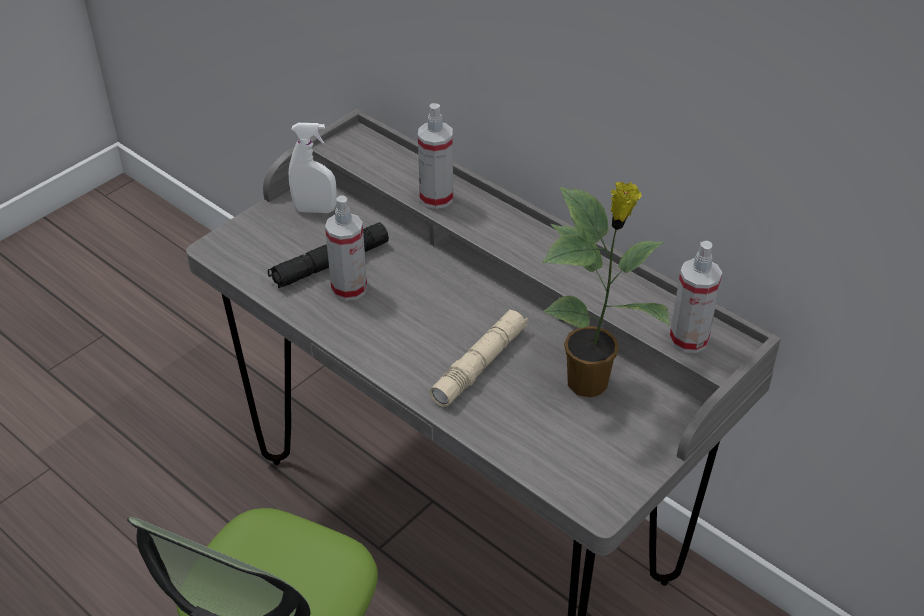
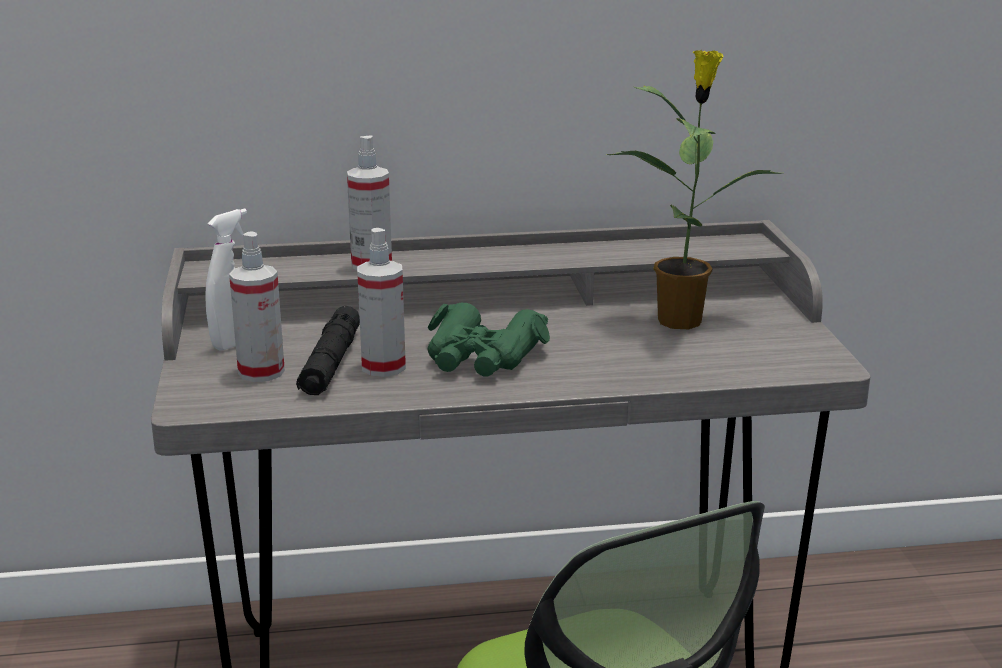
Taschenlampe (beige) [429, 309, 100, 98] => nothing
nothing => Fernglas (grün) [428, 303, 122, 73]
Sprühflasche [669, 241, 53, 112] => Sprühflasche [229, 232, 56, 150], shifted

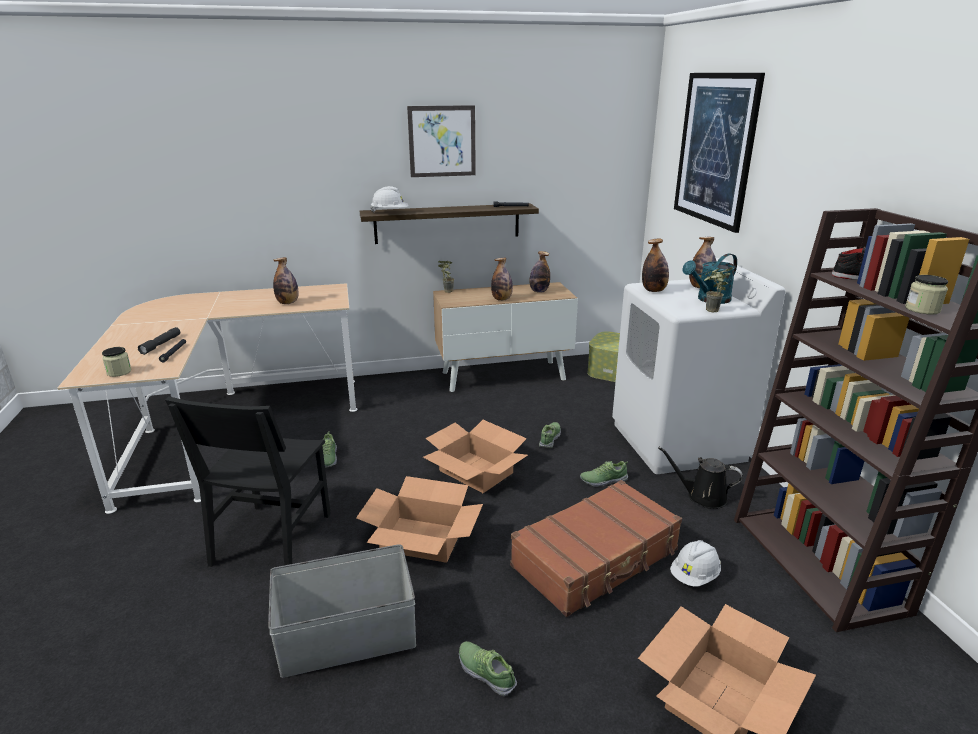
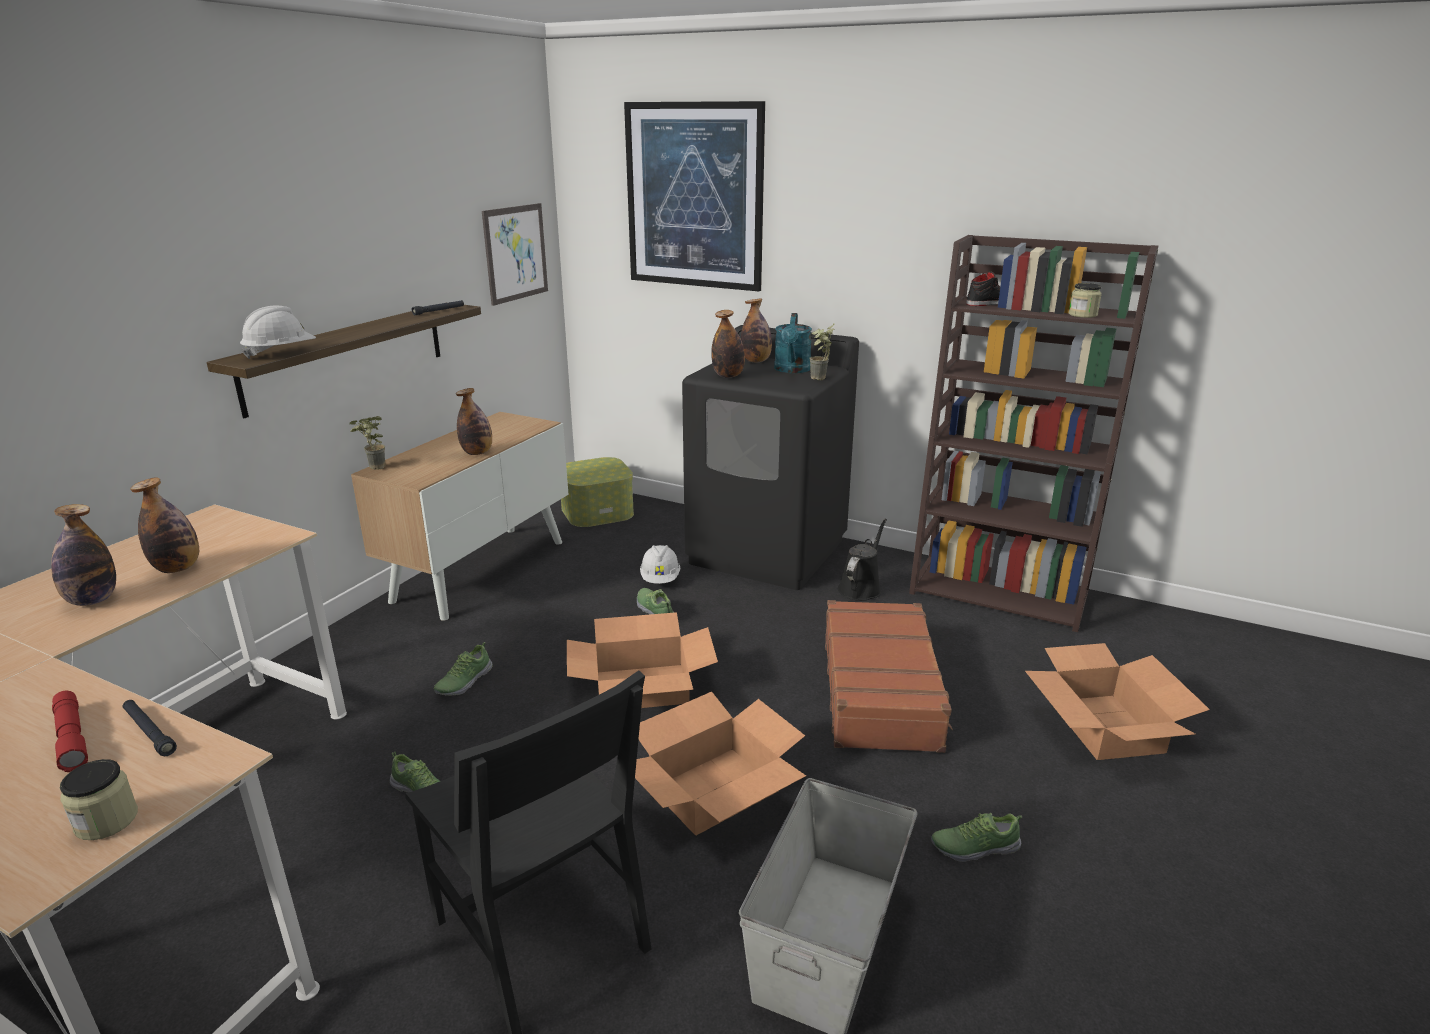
Bild [407, 105, 69, 72] => Bild [482, 203, 66, 103], shifted
Flasche [530, 251, 20, 42] => Flasche [51, 504, 65, 102], shifted
Schuh [580, 461, 48, 26] => Schuh [434, 642, 59, 54], shifted
Schutzhelm (weiß) [670, 540, 51, 46] => Schutzhelm (weiß) [640, 545, 41, 39], shifted
Taschenlampe (grau) [138, 327, 42, 28] => Taschenlampe (rot) [52, 691, 36, 81]
Waschmaschine (weiß) [612, 258, 174, 216] => Waschmaschine (schwarz) [682, 325, 177, 265]
Gießkanne (schwarz) [658, 447, 85, 62] => Gießkanne (schwarz) [838, 519, 49, 82], 150 degrees clockwise

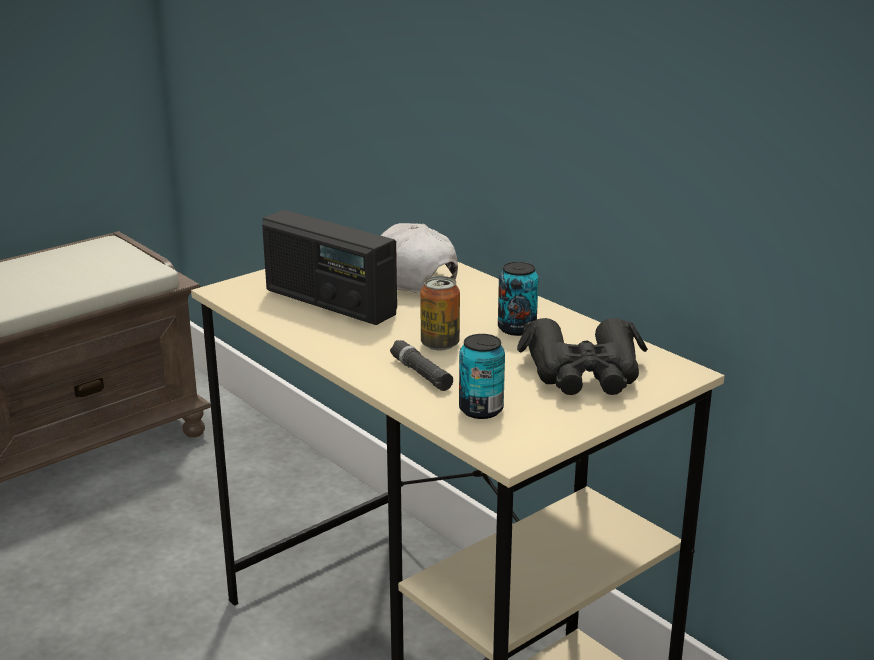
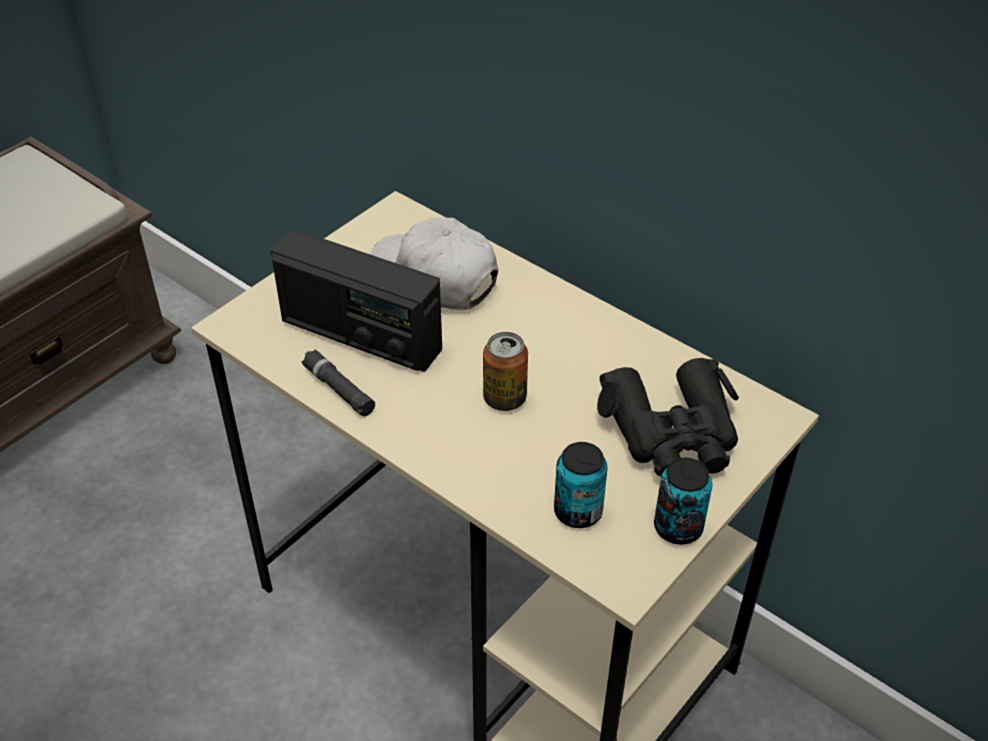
Taschenlampe (schwarz) [390, 340, 63, 51] => Taschenlampe (schwarz) [302, 349, 73, 67], shifted
Dose [498, 262, 41, 74] => Dose [654, 457, 59, 88], shifted

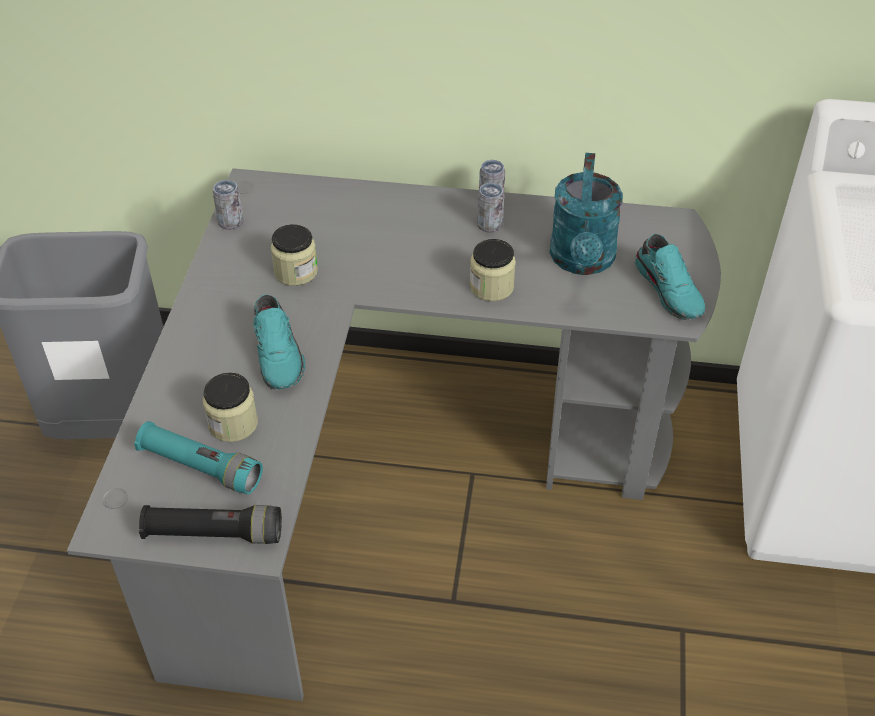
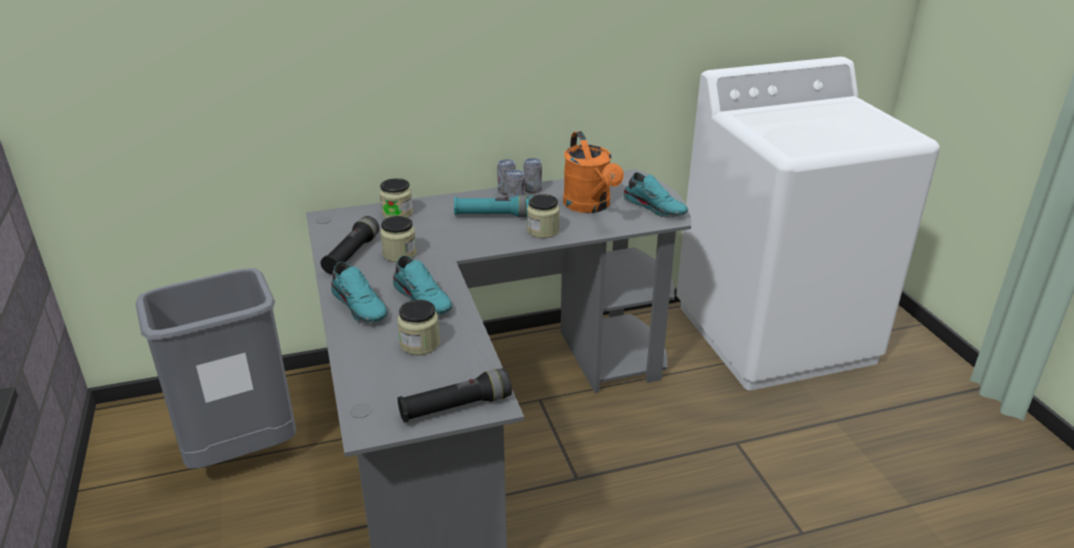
nothing => Taschenlampe (schwarz) [320, 216, 59, 58]
nothing => Schuh (türkis) [331, 262, 57, 62]
nothing => Vorratsglas [380, 178, 33, 40]
Taschenlampe (türkis) [134, 421, 129, 73] => Taschenlampe (türkis) [454, 195, 79, 22], shifted
Dose [213, 180, 31, 50] => Dose [524, 158, 18, 36], shifted
Gießkanne (türkis) [550, 153, 73, 122] => Gießkanne (orange) [563, 131, 61, 82]

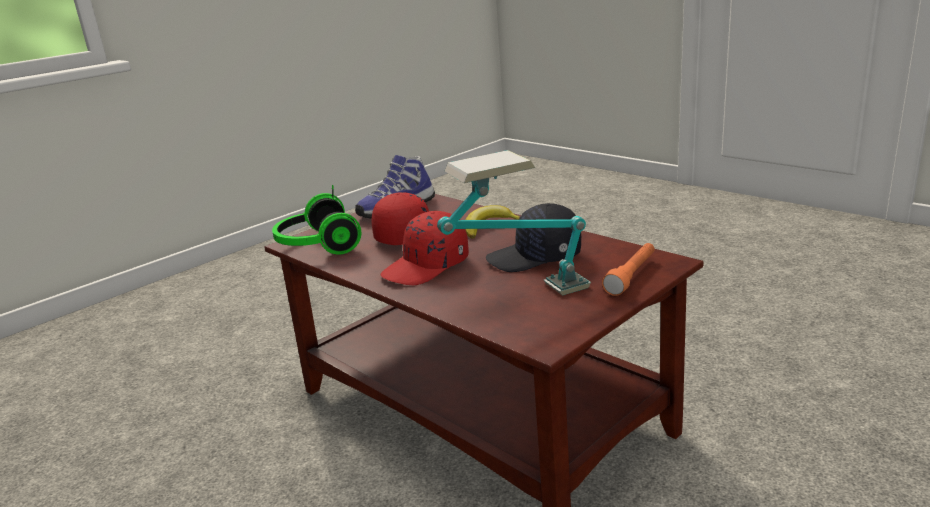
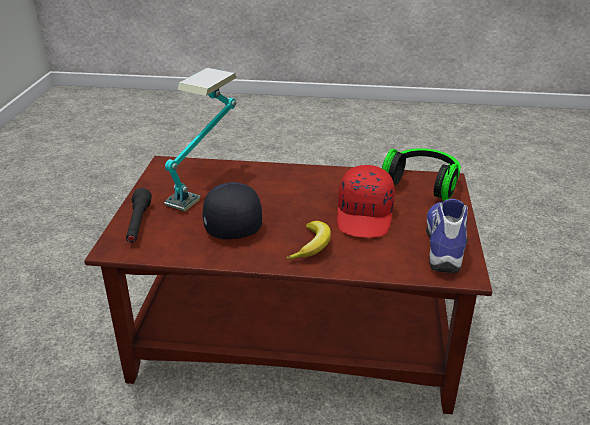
Kappe (rot) [381, 211, 88, 74] => nothing
Taschenlampe (orange) [602, 243, 53, 53] => Taschenlampe (schwarz) [126, 188, 26, 55]
Kappe (schwarz) [486, 203, 95, 69] => Kappe (schwarz) [202, 182, 60, 57], 60 degrees counterclockwise

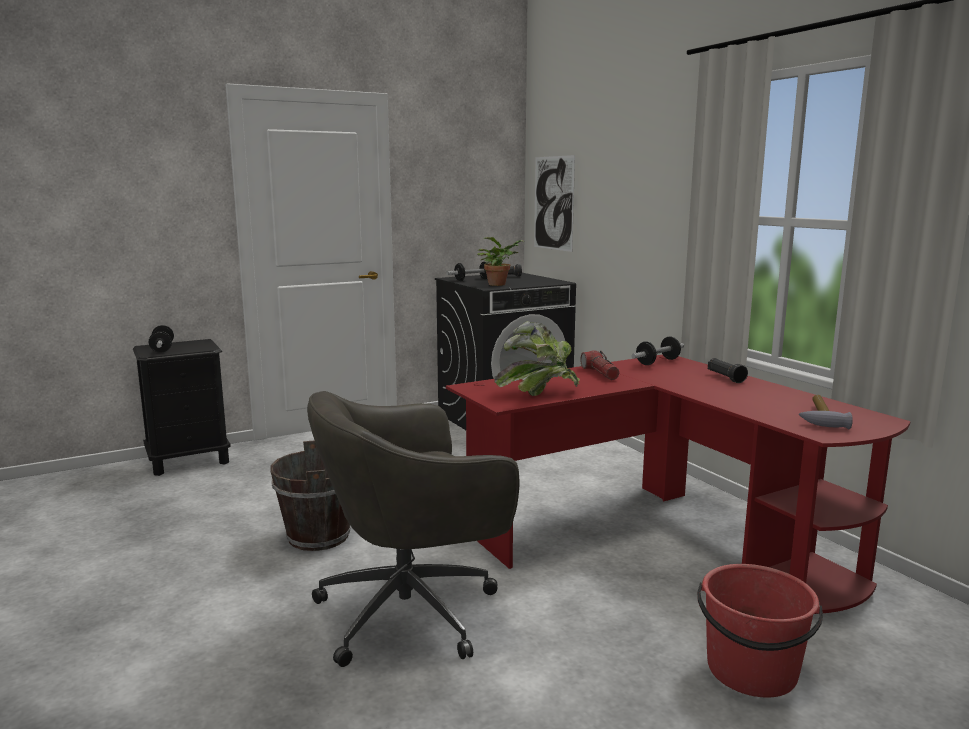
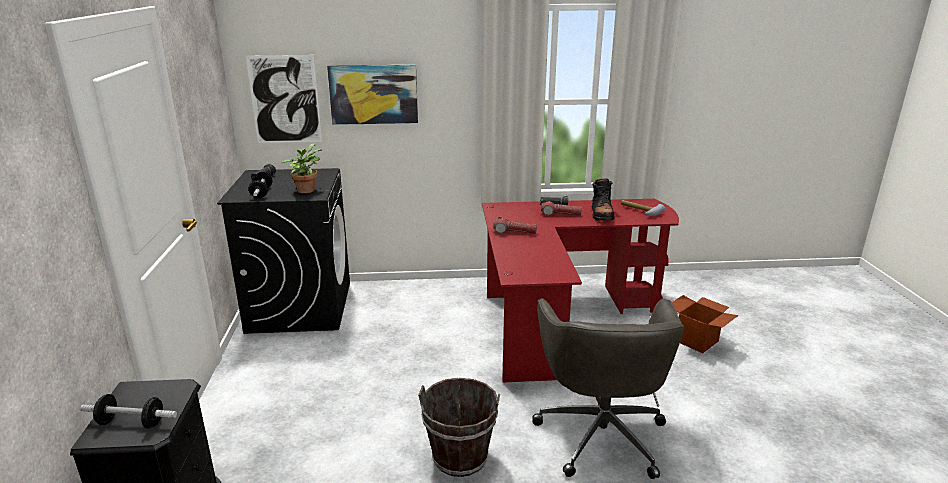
Topfpflanze [494, 321, 86, 75] => nothing
Hantel [631, 337, 53, 28] => nothing
nothing => Bild [327, 65, 91, 60]
nothing => Taschenlampe [541, 200, 41, 16]
nothing => Stiefel (schwarz) [592, 178, 22, 43]
Eimer (rot) [697, 564, 126, 134] => Karton [672, 295, 67, 58]

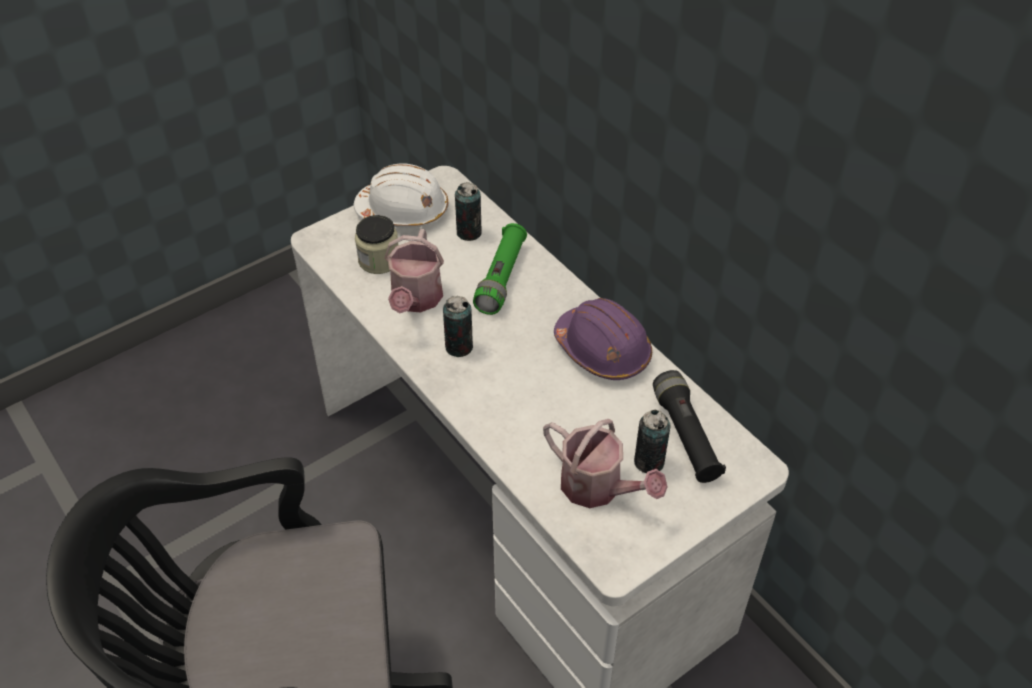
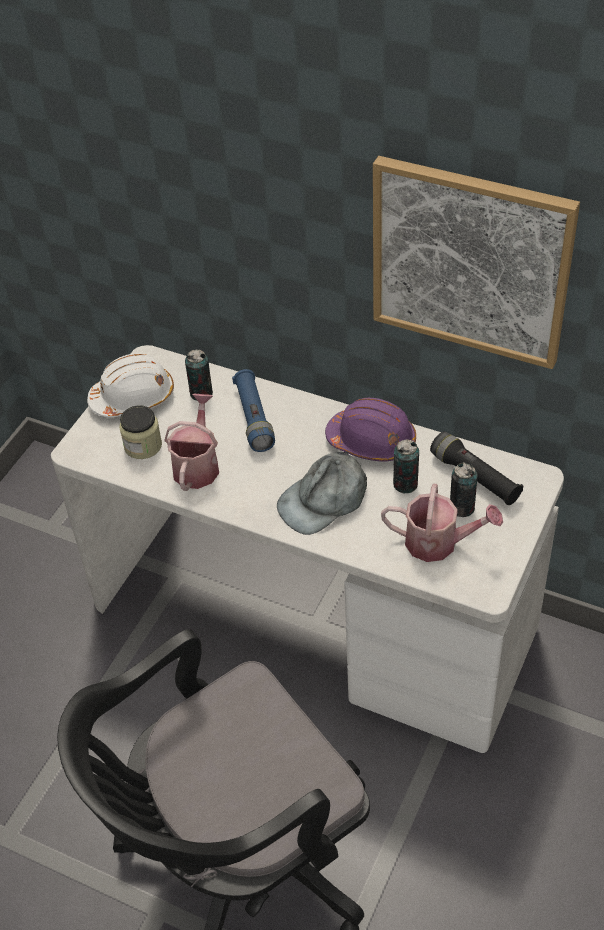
nothing => Kappe (grau) [277, 451, 90, 84]
nothing => Bild [373, 156, 207, 213]
Dose [443, 296, 30, 61] => Dose [393, 439, 26, 54], shifted
Taschenlampe (grün) [473, 223, 54, 92] => Taschenlampe (blau) [232, 369, 43, 83]
Gießkanne [384, 229, 60, 84] => Gießkanne [164, 394, 55, 97], 150 degrees counterclockwise

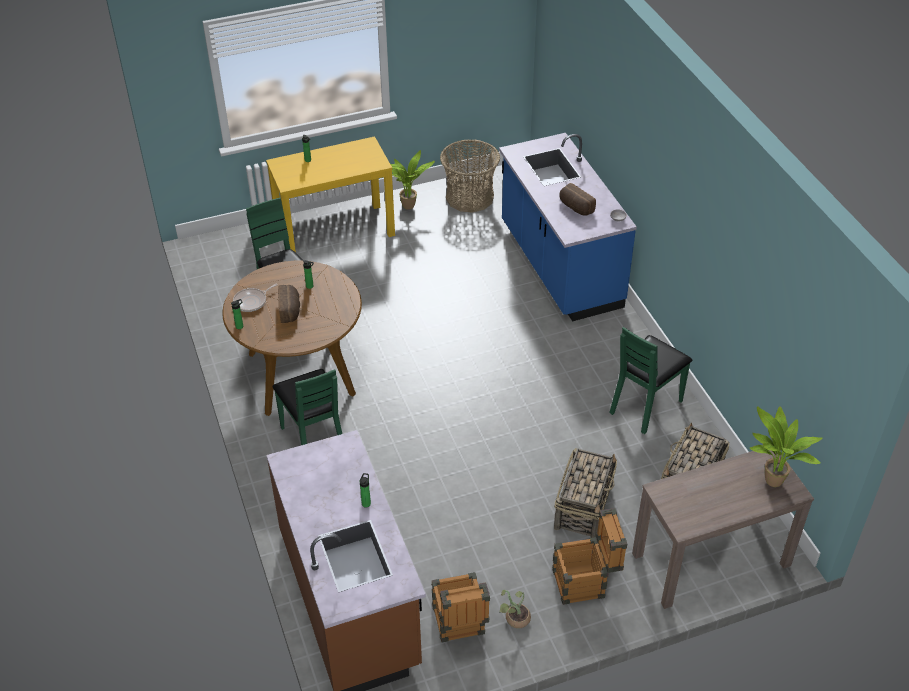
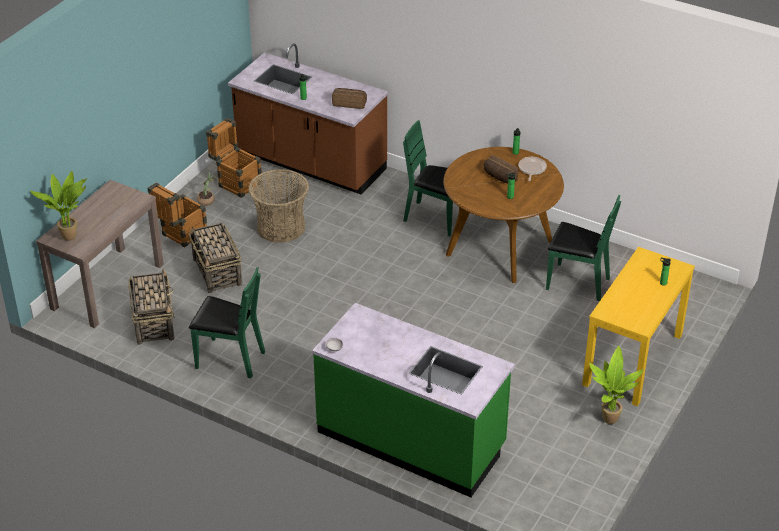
Korb [440, 139, 60, 74] => Korb [248, 169, 61, 73], shifted
Brot [559, 183, 37, 33] => Brot [332, 88, 35, 21], shifted
Küchenzeile (blau) [499, 133, 138, 188] => Küchenzeile (grün) [312, 303, 203, 194]
Stuhl (grün) [609, 327, 84, 107] => Stuhl (grün) [189, 267, 76, 111], 105 degrees clockwise

